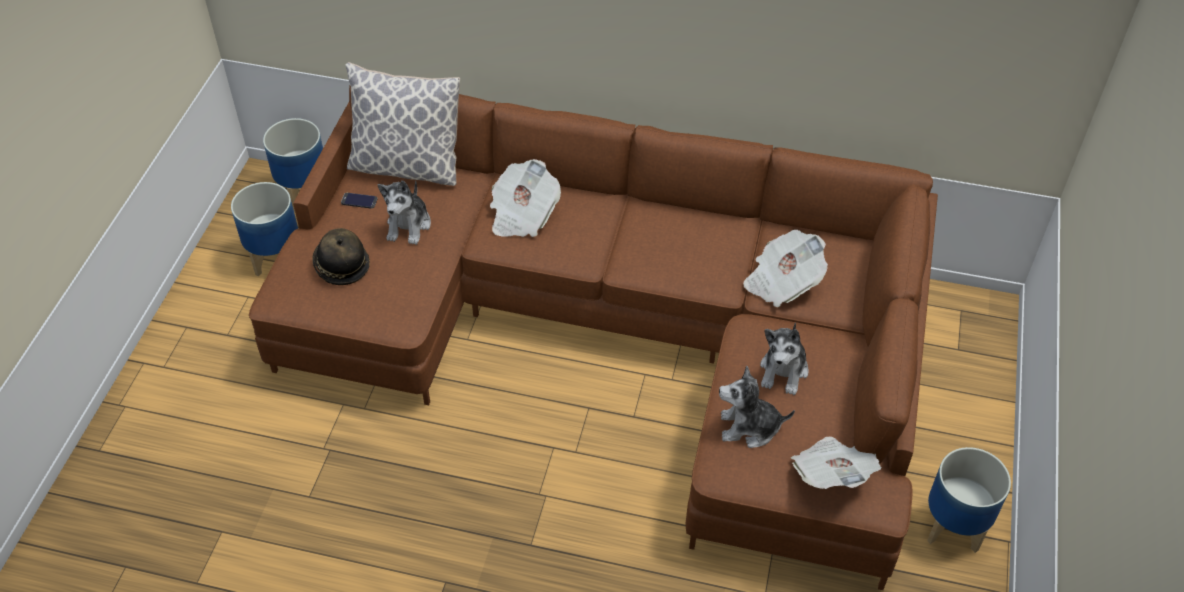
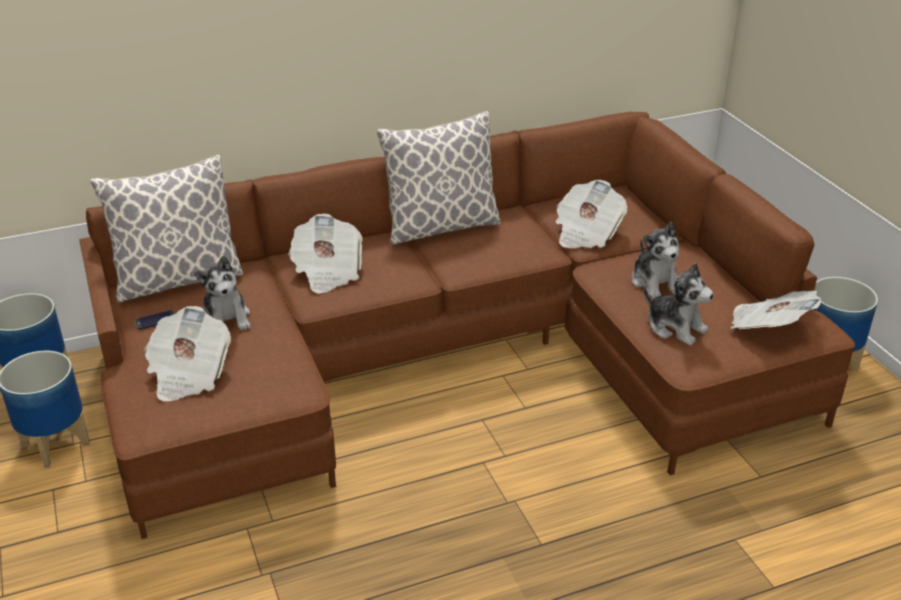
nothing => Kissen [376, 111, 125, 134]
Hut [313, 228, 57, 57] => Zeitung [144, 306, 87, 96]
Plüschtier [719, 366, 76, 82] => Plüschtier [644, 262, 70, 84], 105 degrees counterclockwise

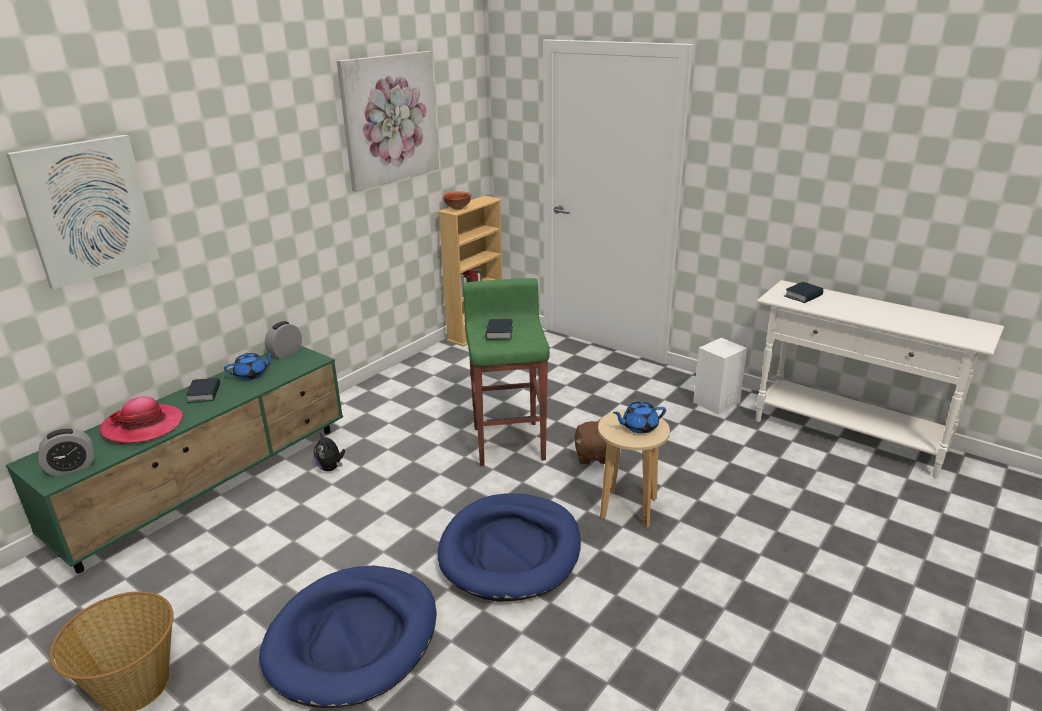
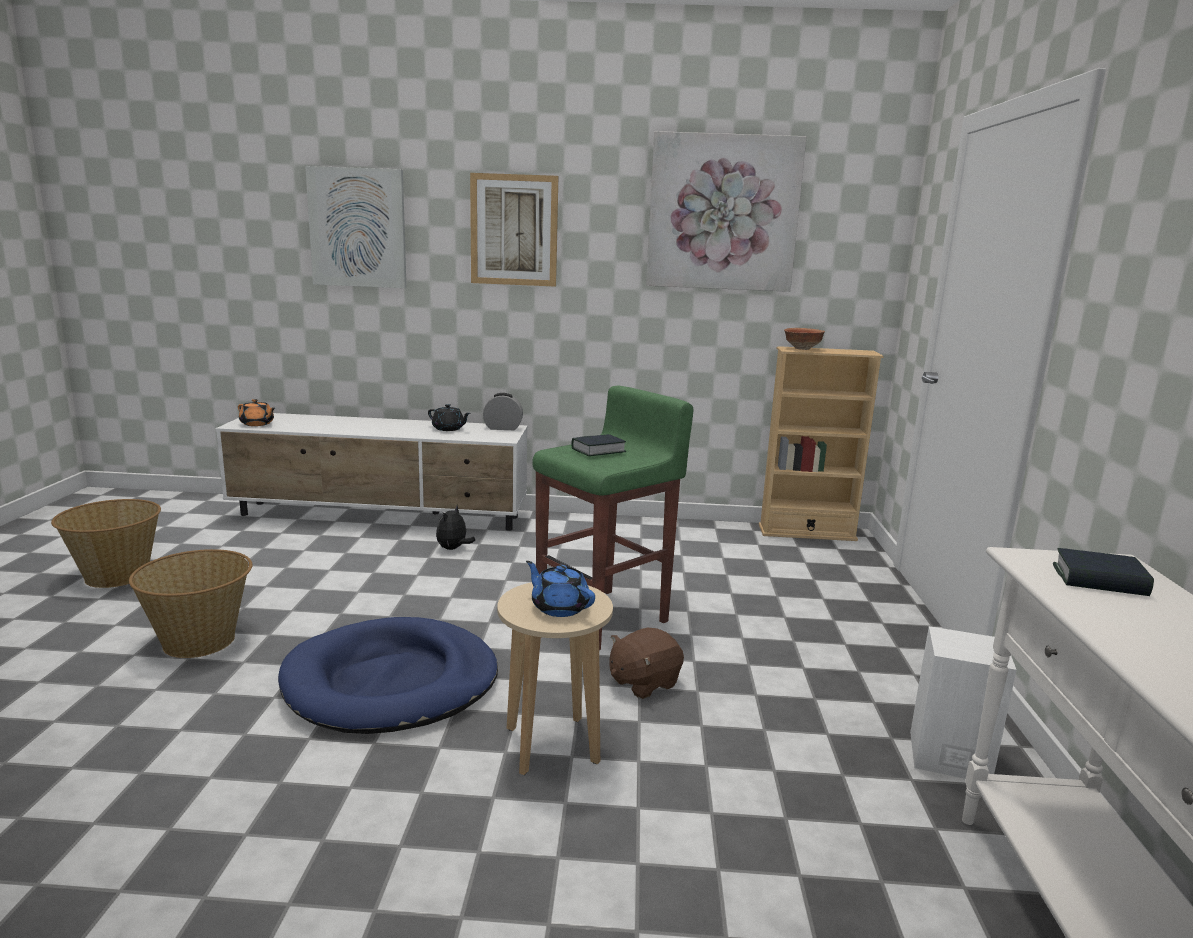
Hut [100, 396, 84, 48] => nothing
Buch [186, 378, 34, 25] => nothing
nothing => Bild [470, 173, 88, 114]
Wecker [38, 428, 56, 48] => Teekanne (orange) [238, 399, 37, 27]
Hundebett (blau) [259, 565, 178, 143] => Korb [129, 549, 123, 109]
Fernsehschrank (grün) [6, 346, 337, 227] => Fernsehschrank (weiß) [216, 413, 312, 118]
Teekanne (blau) [224, 352, 50, 28] => Teekanne (schwarz) [428, 404, 43, 27]

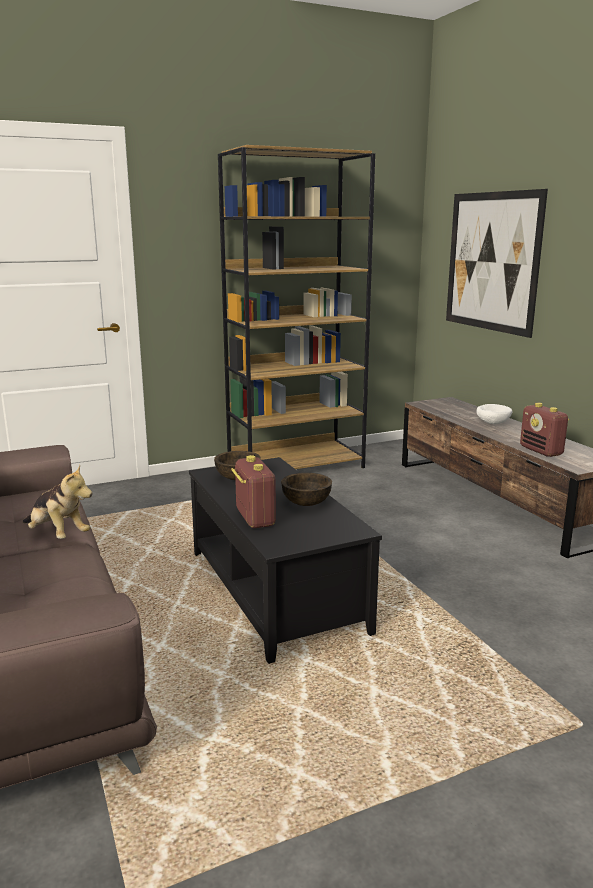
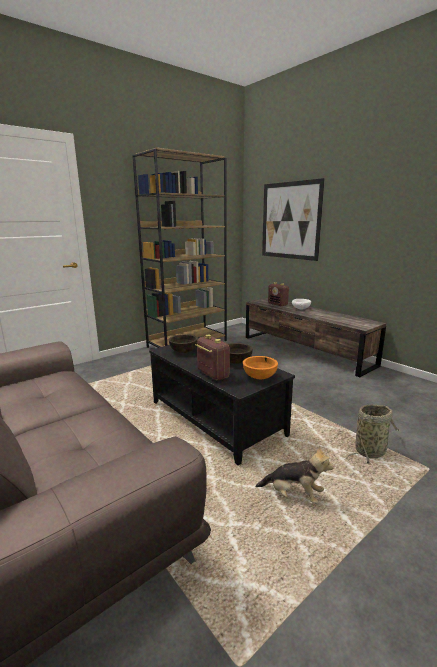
nothing => Schüssel (orange) [243, 356, 35, 23]
nothing => Korb [347, 404, 52, 60]
Plüschtier [23, 465, 70, 74] => Plüschtier [255, 446, 79, 58], shifted
Radio [520, 403, 49, 54] => Radio [268, 282, 21, 24], shifted

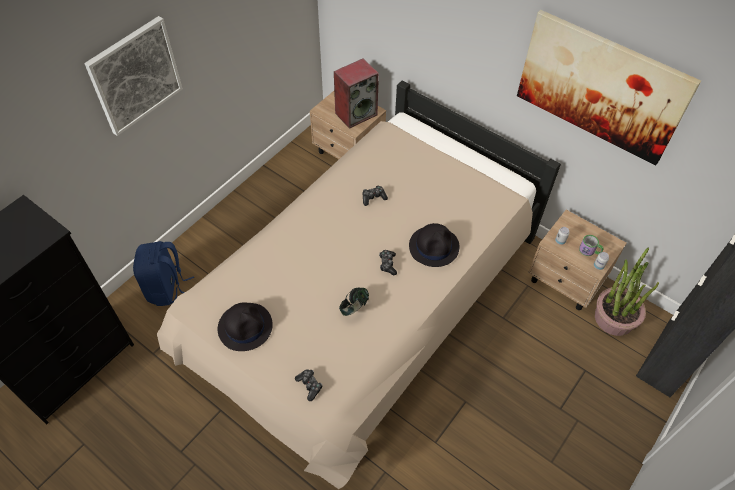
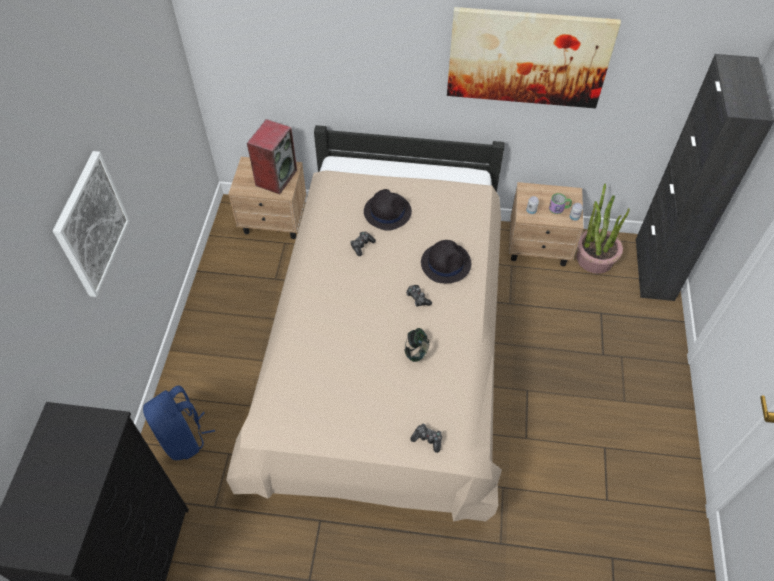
Hut (schwarz) [218, 302, 55, 49] => Hut (schwarz) [364, 189, 48, 42], shifted

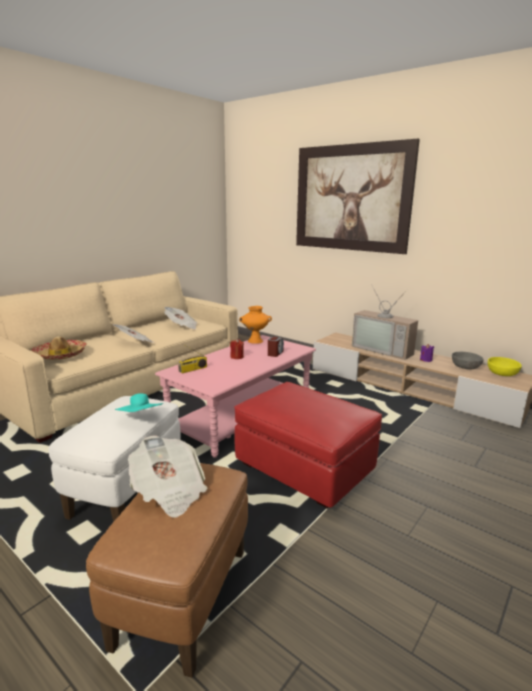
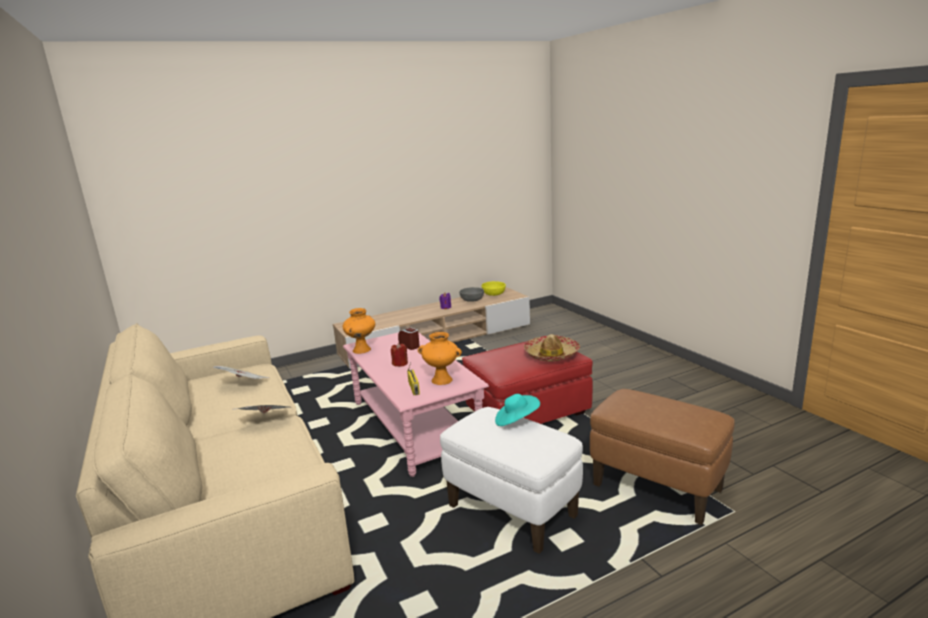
Zeitung [128, 435, 80, 82] => nothing
Bild [296, 139, 124, 115] => nothing
Fernseher [352, 284, 66, 76] => nothing
nothing => Vase (orange) [418, 332, 44, 53]
Hut [31, 336, 55, 24] => Hut [524, 334, 56, 28], shifted

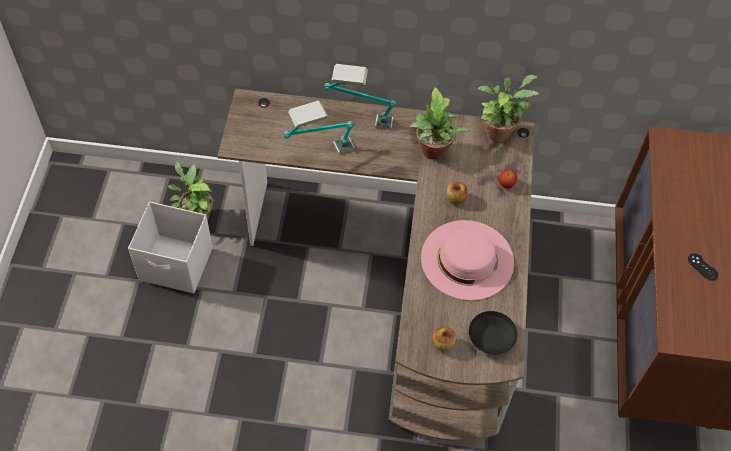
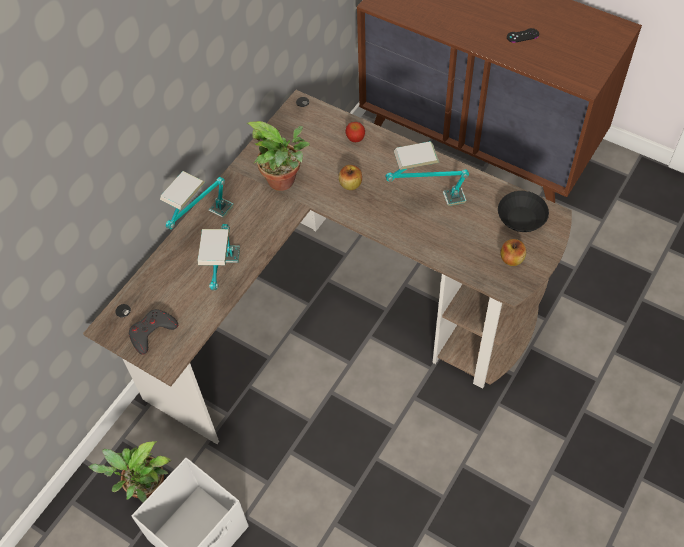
Topfpflanze [478, 75, 61, 67] => nothing
nothing => Gamepad (grau) [129, 309, 49, 46]
Hut (rosa) [421, 220, 93, 80] => Tischlampe [385, 141, 84, 65]

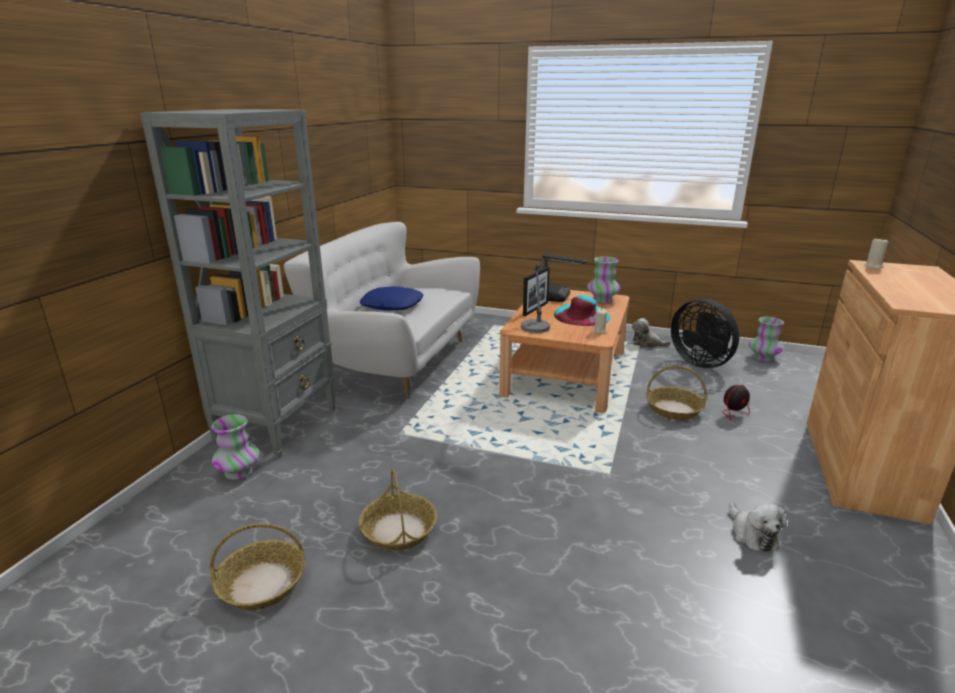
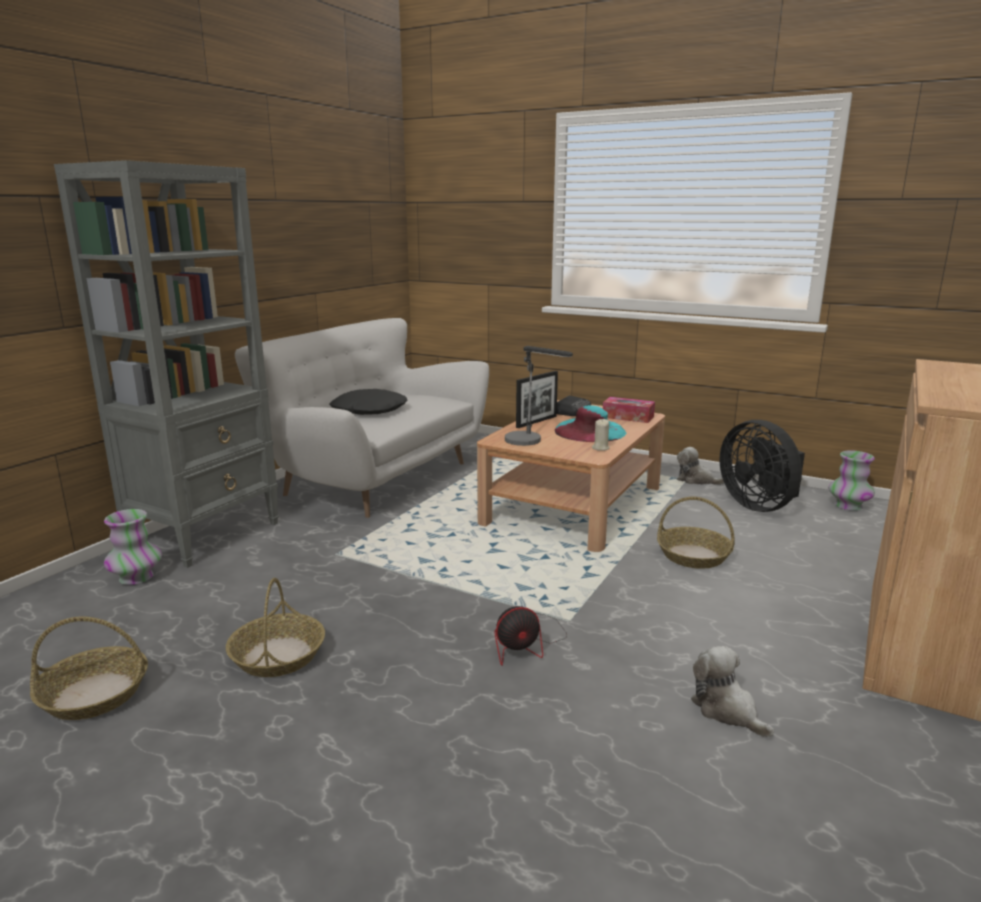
Kerze (beige) [864, 237, 24, 32] => nothing
Ventilator [698, 385, 53, 35] => Ventilator [494, 606, 73, 60], shifted
Vase [587, 256, 34, 47] => Taschentuchbox [603, 397, 52, 26]
Kissen (blau) [360, 286, 63, 25] => Kissen (schwarz) [329, 389, 78, 26]
Plüschtier [729, 502, 58, 50] => Plüschtier [691, 646, 83, 91], 150 degrees clockwise

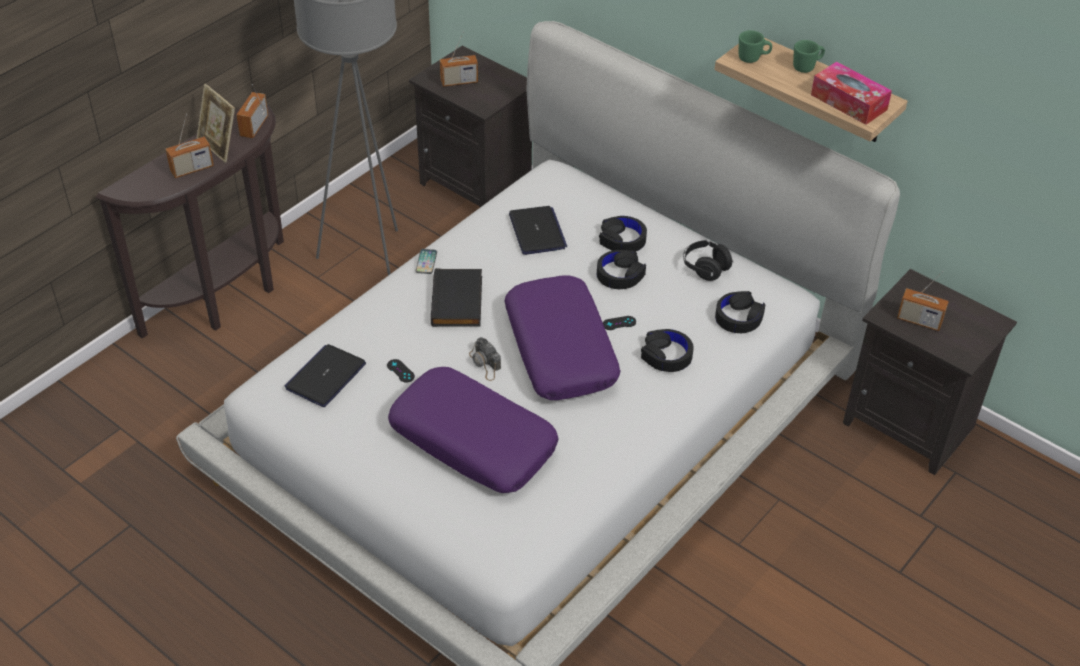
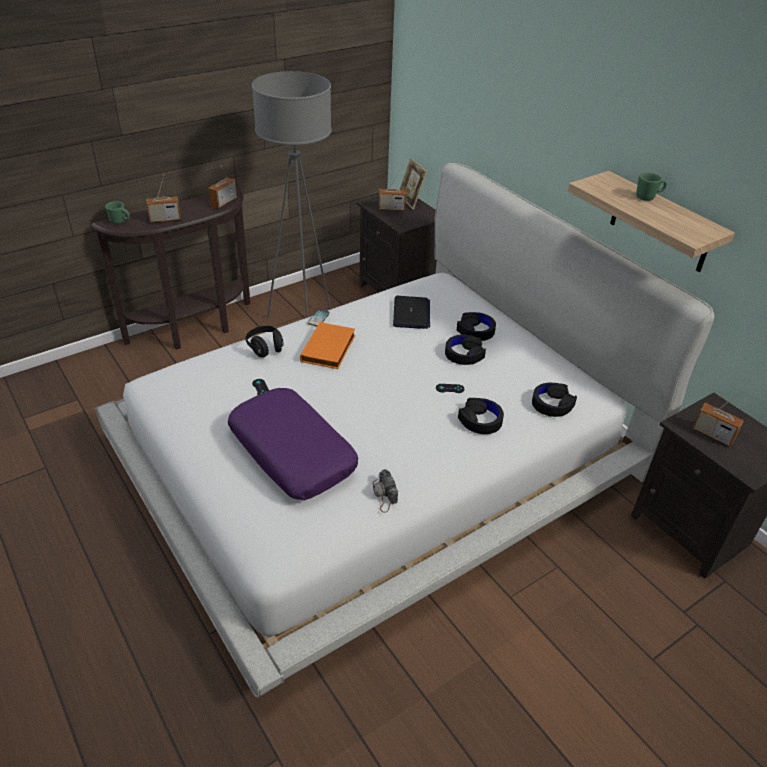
Laptop [284, 344, 82, 63] => nothing
Kissen (lila) [504, 275, 117, 125] => nothing
Taschentuchbox [811, 62, 81, 63] => nothing
Bilderrahmen [197, 84, 38, 79] => Bilderrahmen [399, 158, 28, 51], shifted
Kamera [469, 337, 32, 44] => Kamera [372, 469, 26, 44], shifted
Kopfhörer (schwarz) [683, 240, 50, 41] => Kopfhörer (schwarz) [245, 326, 39, 31], shifted
Henkelbecher (grün) [739, 30, 33, 33] => Henkelbecher (grün) [105, 201, 25, 23], shifted
Buch (schwarz) [431, 268, 51, 59] => Buch (orange) [300, 322, 55, 47]

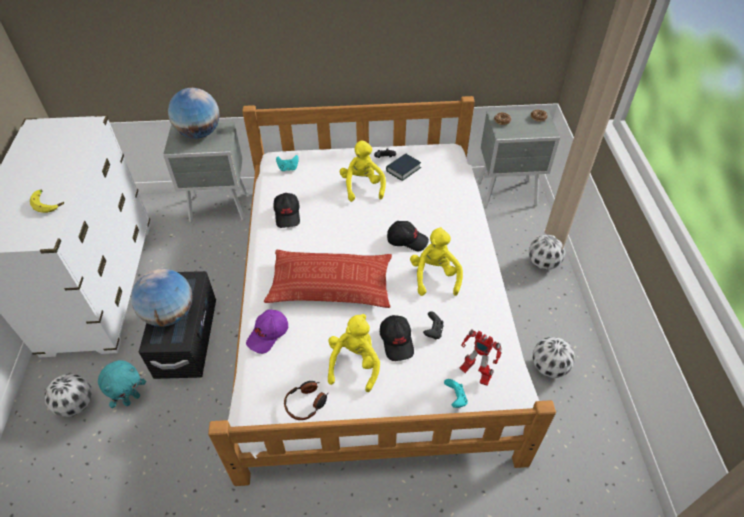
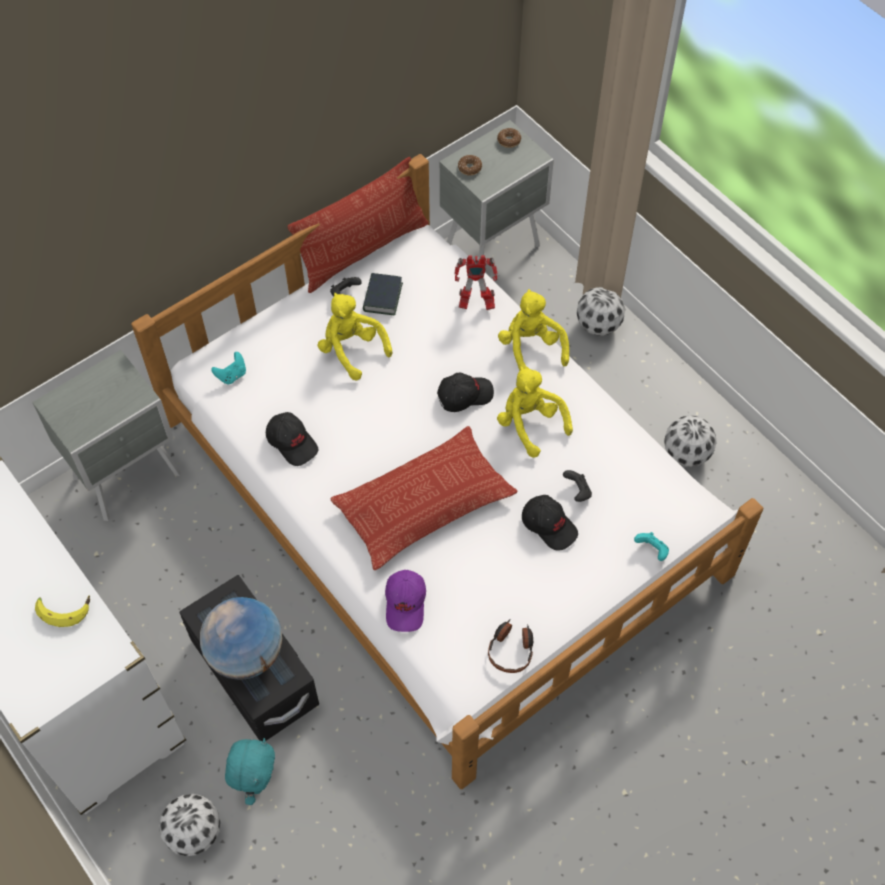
Globus [168, 88, 52, 51] => nothing
nothing => Kissen [288, 157, 141, 136]
Plüschtier (gelb) [328, 314, 52, 78] => Plüschtier (gelb) [498, 289, 71, 82], shifted
Spielzeugroboter [460, 329, 42, 57] => Spielzeugroboter [454, 255, 44, 55], shifted

